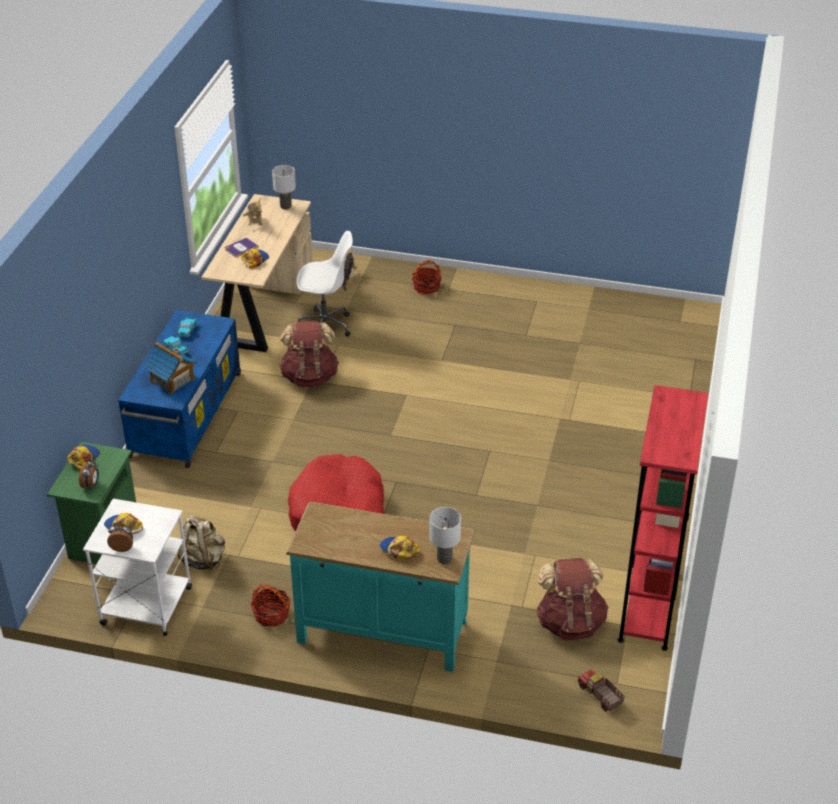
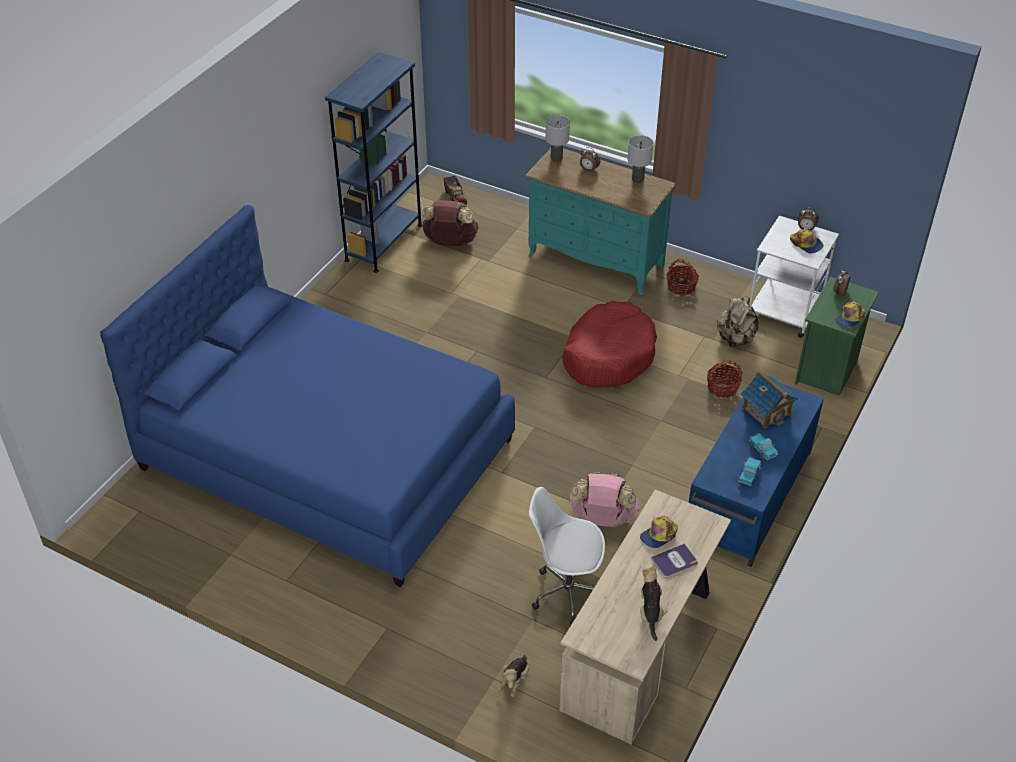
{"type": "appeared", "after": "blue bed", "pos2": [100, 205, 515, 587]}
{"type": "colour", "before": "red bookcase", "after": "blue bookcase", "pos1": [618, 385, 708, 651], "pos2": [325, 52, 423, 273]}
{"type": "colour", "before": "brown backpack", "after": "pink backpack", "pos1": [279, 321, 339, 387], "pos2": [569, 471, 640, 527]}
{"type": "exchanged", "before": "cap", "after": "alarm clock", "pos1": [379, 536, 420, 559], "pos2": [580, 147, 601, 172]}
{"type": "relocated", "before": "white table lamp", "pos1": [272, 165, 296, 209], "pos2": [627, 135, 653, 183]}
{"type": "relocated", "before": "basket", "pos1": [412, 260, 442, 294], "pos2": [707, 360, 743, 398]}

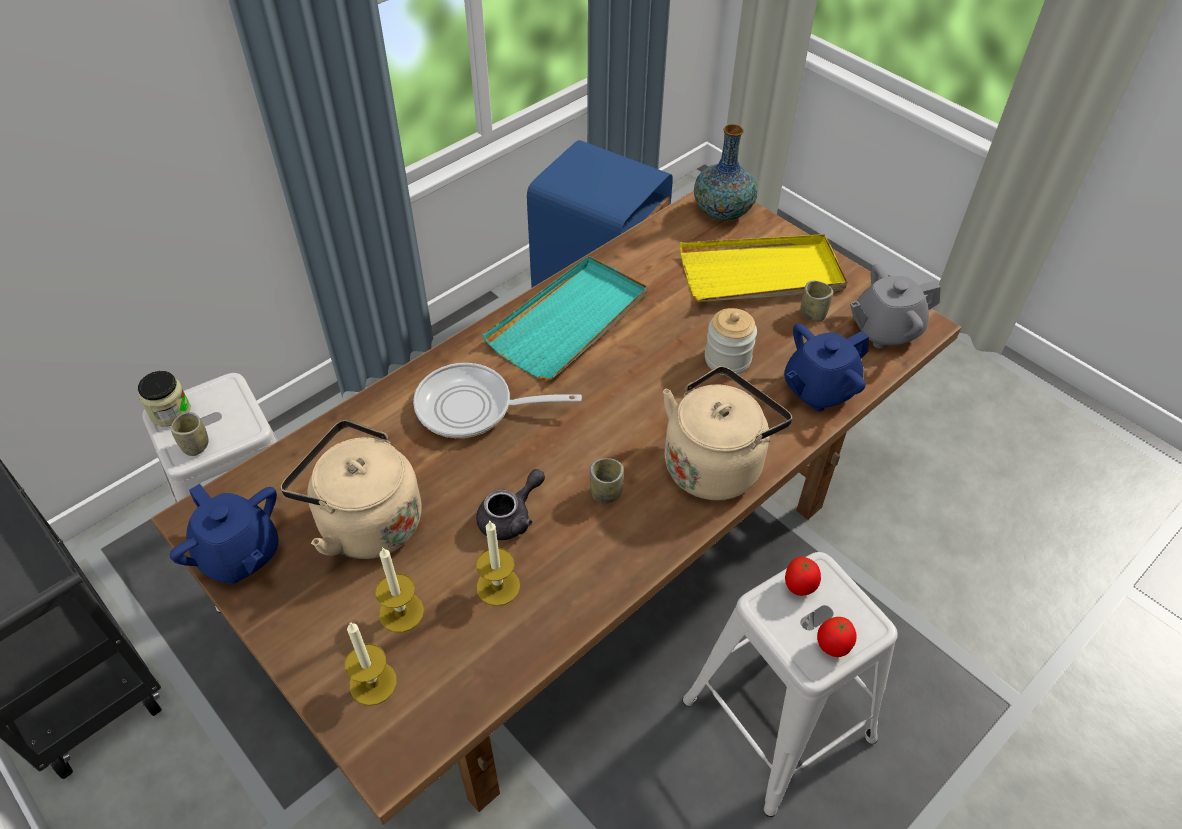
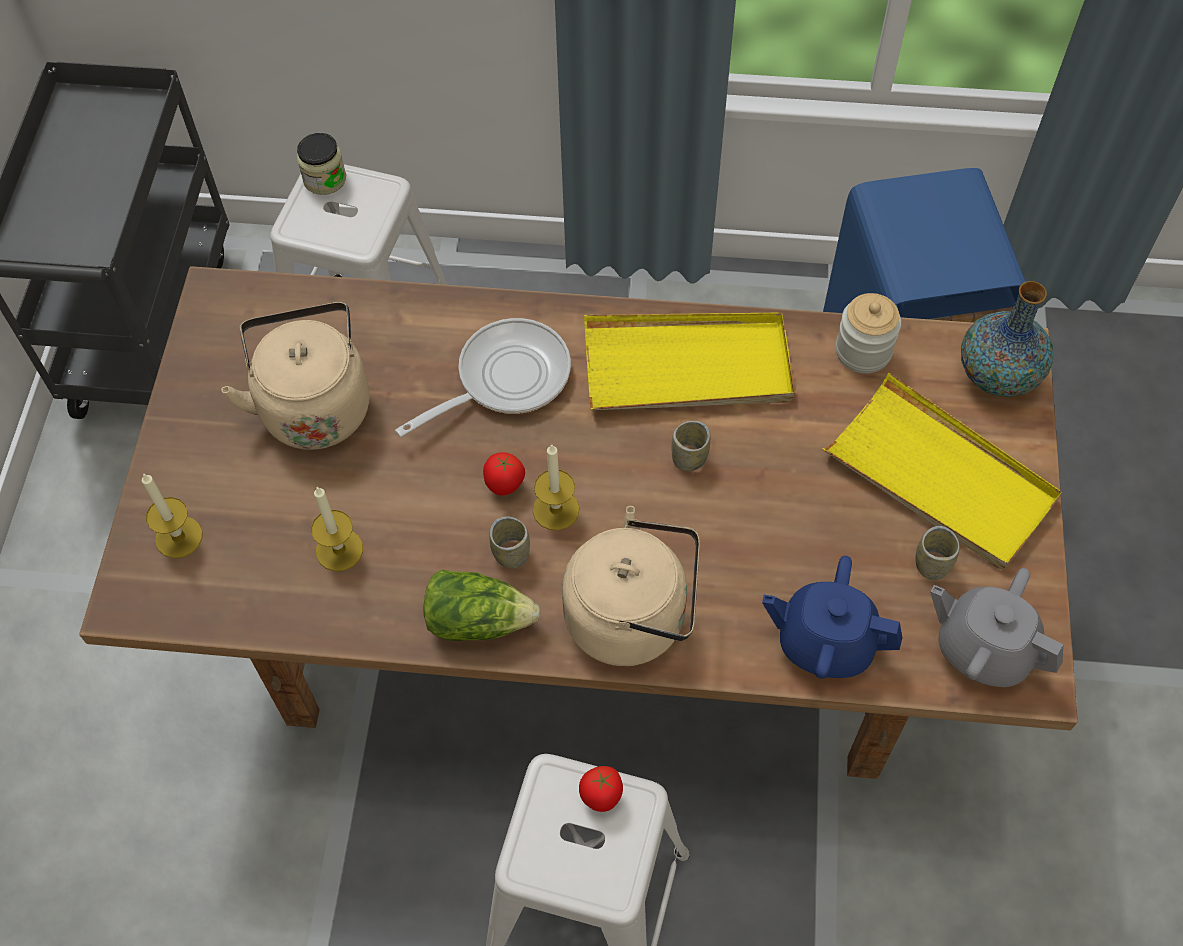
{"type": "spun", "before": "frying pan", "pos1": [413, 363, 582, 438], "pos2": [395, 318, 571, 437], "turn": 90}
{"type": "appeared", "after": "lettuce", "pos2": [424, 570, 541, 641]}
{"type": "relocated", "before": "tomato", "pos1": [817, 617, 857, 657], "pos2": [483, 452, 525, 496]}
{"type": "relocated", "before": "candle", "pos1": [375, 547, 424, 633], "pos2": [533, 443, 580, 530]}
{"type": "colour", "before": "turquoise tray", "after": "yellow tray", "pos1": [483, 256, 647, 380], "pos2": [584, 313, 795, 410]}
{"type": "relocated", "before": "cup", "pos1": [171, 412, 209, 456], "pos2": [671, 421, 710, 471]}
{"type": "relocated", "before": "jar", "pos1": [705, 308, 757, 375], "pos2": [836, 293, 901, 373]}
{"type": "missing", "before": "blue teapot", "pos1": [170, 484, 278, 584]}
{"type": "missing", "before": "grey teapot", "pos1": [476, 469, 545, 540]}

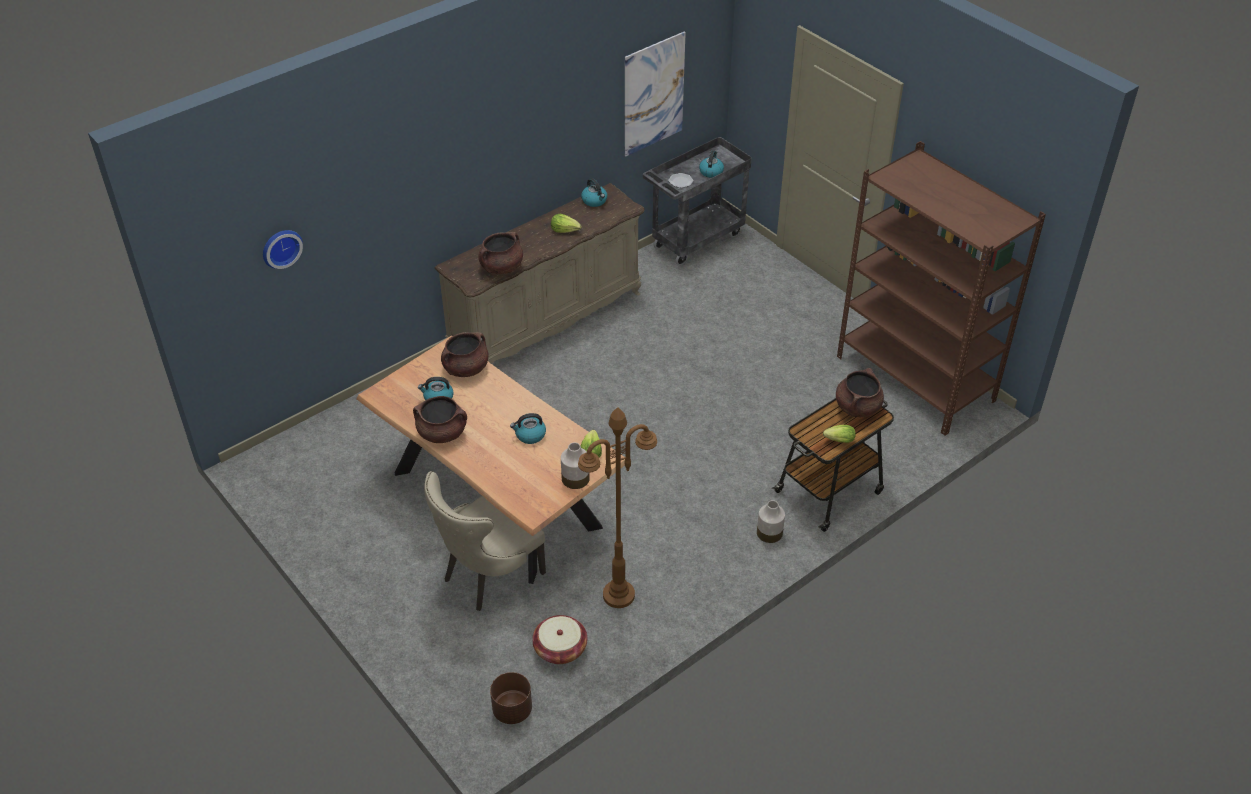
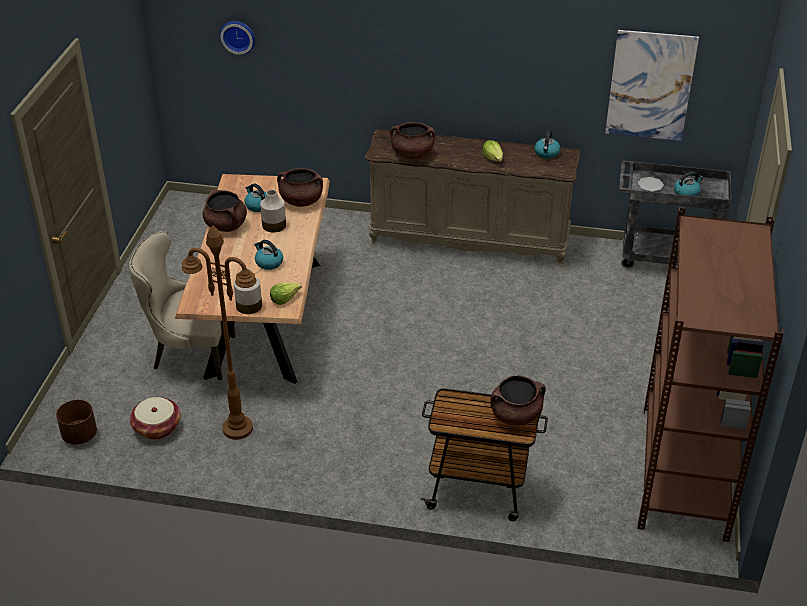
{"type": "relocated", "before": "beige vase", "pos1": [757, 500, 785, 543], "pos2": [260, 190, 286, 232]}
{"type": "missing", "before": "lettuce", "pos1": [823, 425, 856, 443]}

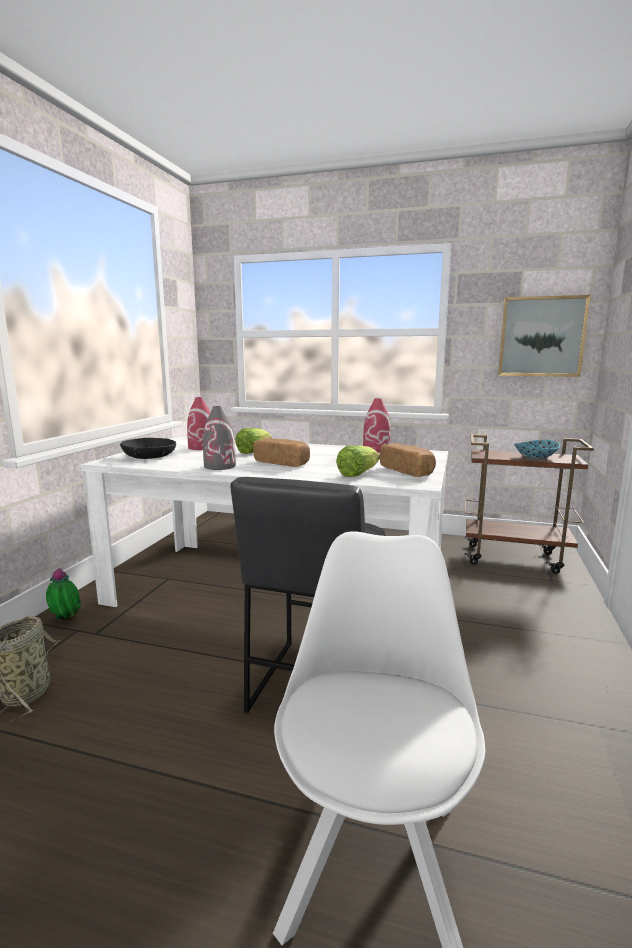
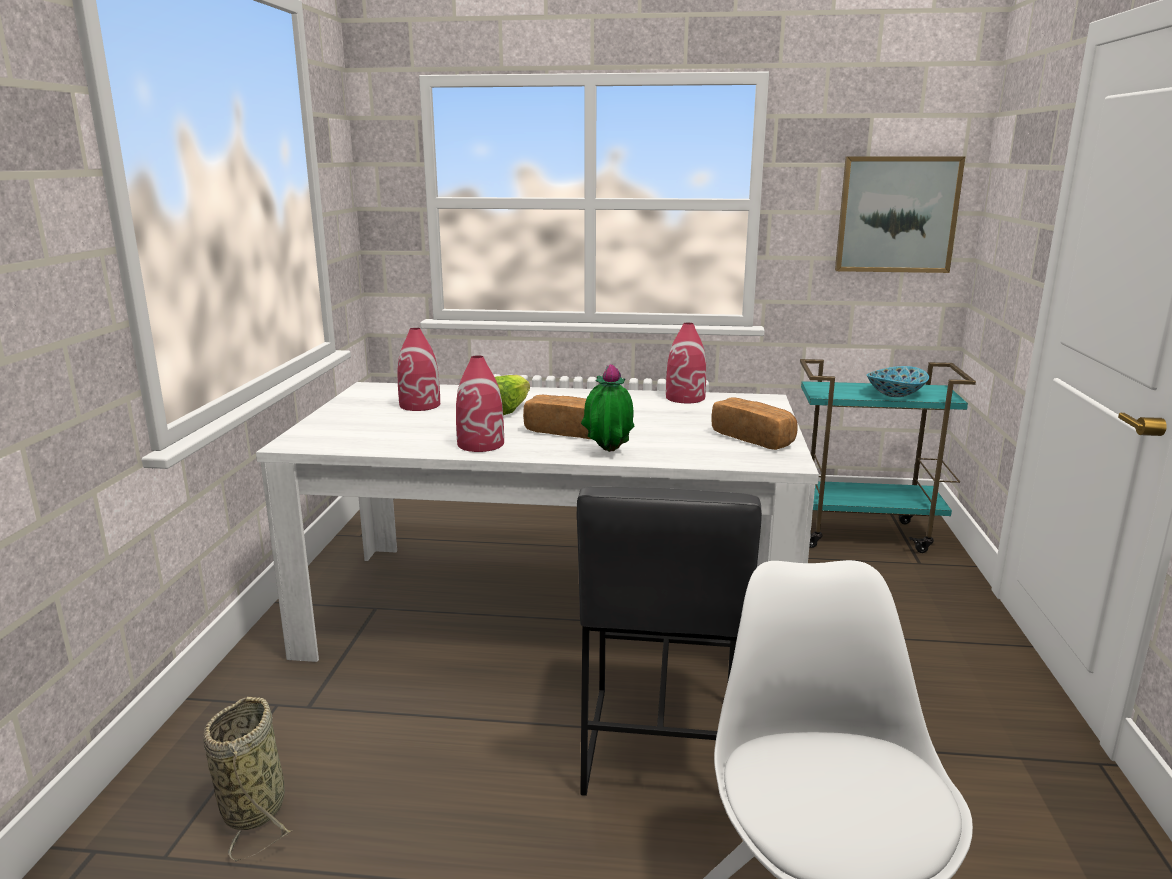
{"type": "colour", "before": "grey vase", "after": "red vase", "pos1": [203, 406, 236, 470], "pos2": [456, 355, 504, 452]}
{"type": "relocated", "before": "potted plant", "pos1": [46, 568, 81, 620], "pos2": [581, 364, 634, 452]}
{"type": "colour", "before": "brown cart", "after": "turquoise cart", "pos1": [465, 434, 594, 574], "pos2": [800, 359, 976, 553]}
{"type": "missing", "before": "black bowl", "pos1": [120, 438, 176, 459]}
{"type": "missing", "before": "lettuce", "pos1": [336, 445, 380, 477]}

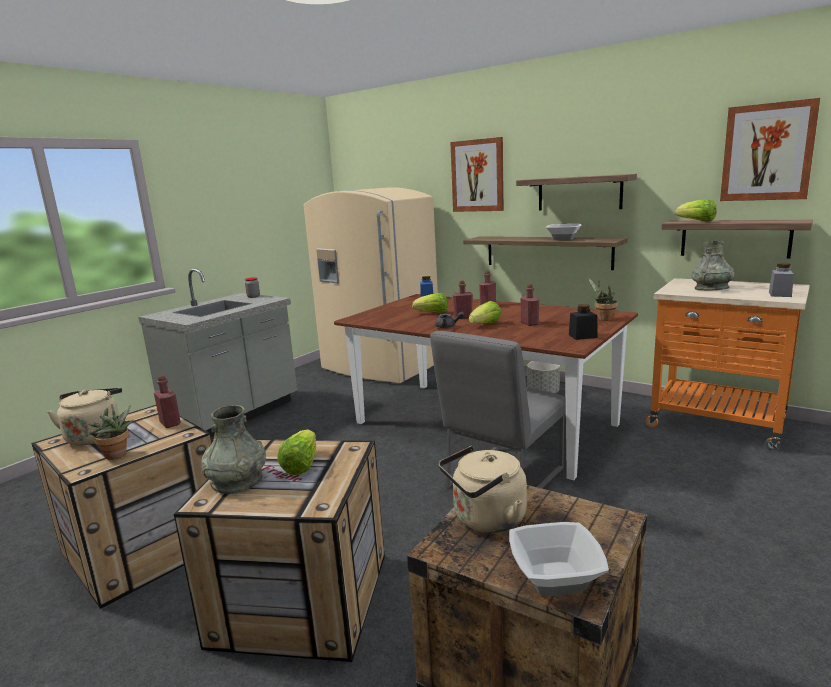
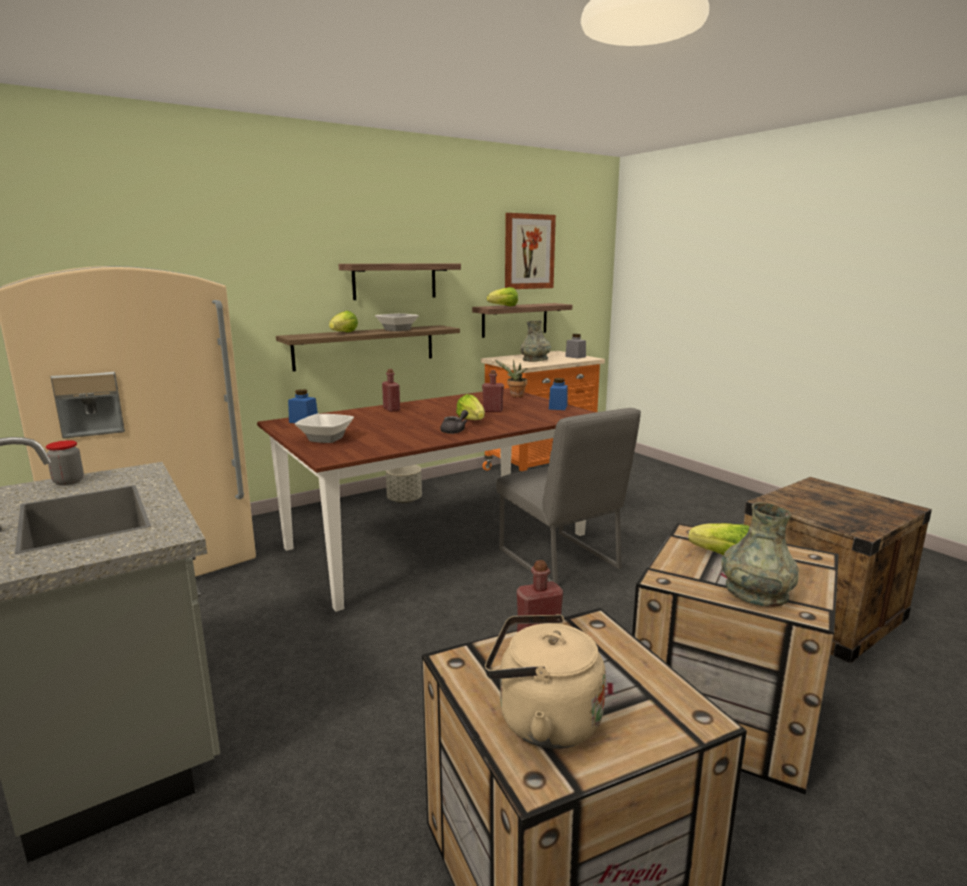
{"type": "relocated", "before": "bowl", "pos1": [509, 522, 609, 596], "pos2": [295, 414, 354, 443]}
{"type": "relocated", "before": "lettuce", "pos1": [412, 293, 447, 313], "pos2": [329, 311, 358, 333]}
{"type": "colour", "before": "black jar", "after": "blue jar", "pos1": [569, 304, 598, 340], "pos2": [549, 378, 568, 410]}
{"type": "missing", "before": "potted plant", "pos1": [89, 405, 133, 460]}
{"type": "missing", "before": "beige kettle", "pos1": [439, 446, 527, 533]}
{"type": "missing", "before": "picture", "pos1": [450, 137, 504, 212]}
{"type": "missing", "before": "red bottle", "pos1": [453, 280, 473, 319]}

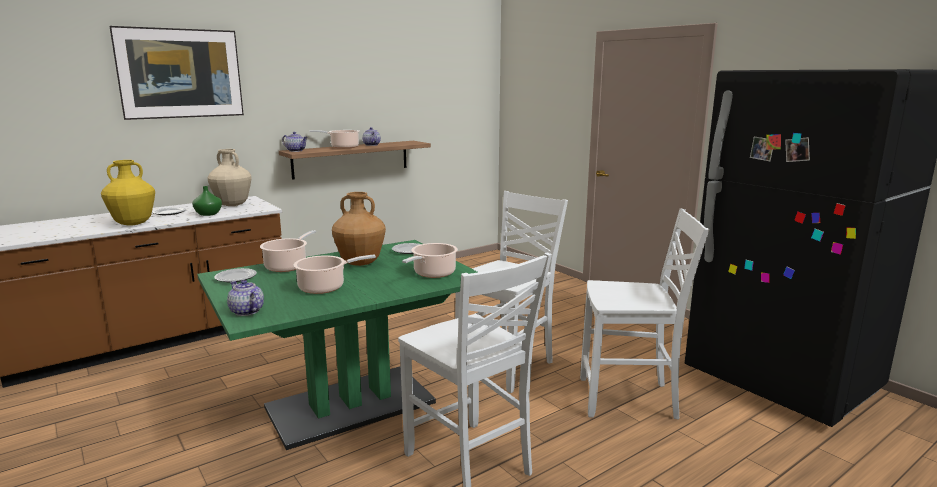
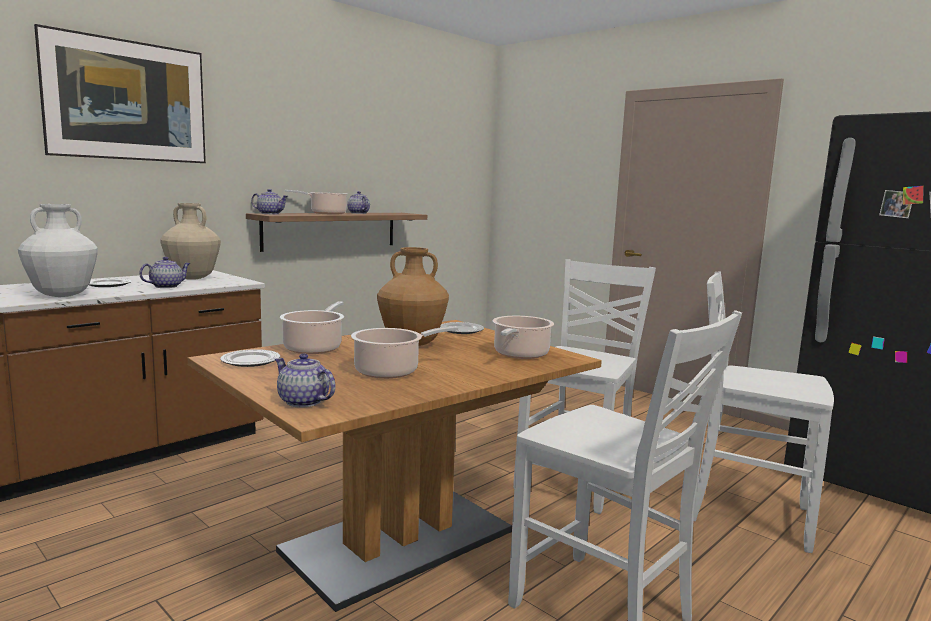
{"type": "colour", "before": "yellow vase", "after": "white vase", "pos1": [101, 160, 155, 226], "pos2": [18, 204, 98, 297]}
{"type": "exchanged", "before": "green vase", "after": "teapot", "pos1": [192, 186, 222, 216], "pos2": [139, 257, 190, 288]}
{"type": "colour", "before": "green dining table", "after": "brown dining table", "pos1": [197, 240, 478, 450], "pos2": [188, 320, 602, 612]}
{"type": "spun", "before": "white chair", "pos1": [580, 208, 709, 420], "pos2": [693, 271, 834, 553], "turn": -150}

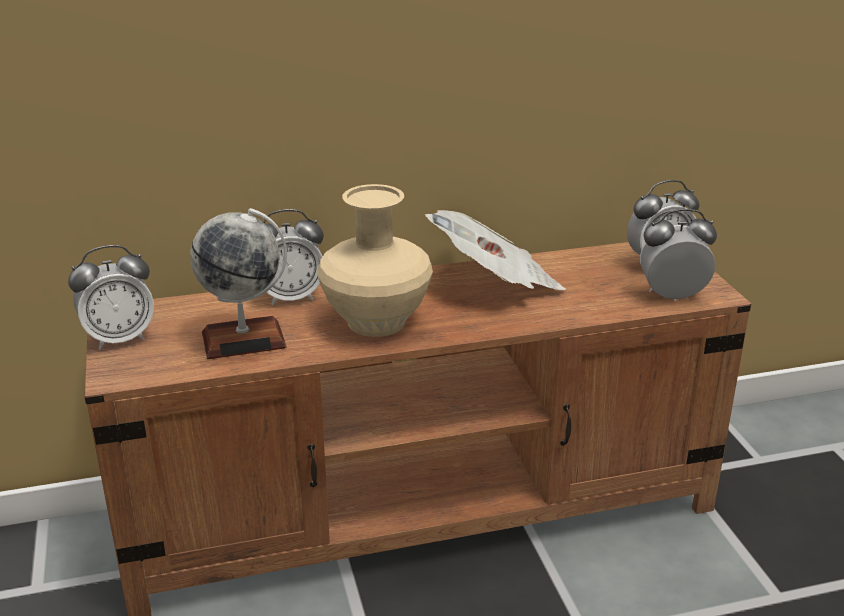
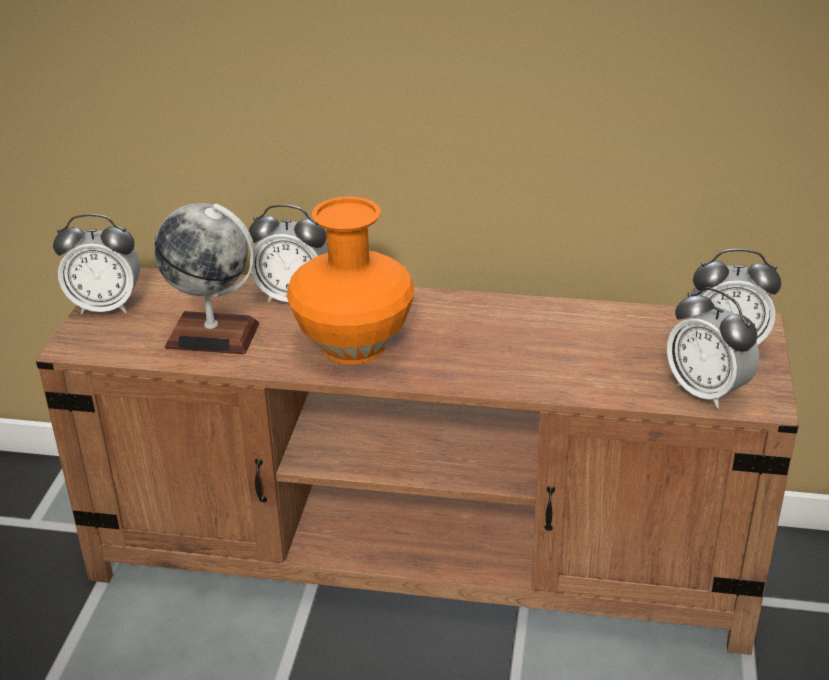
{"type": "colour", "before": "beige vase", "after": "orange vase", "pos1": [318, 184, 433, 337], "pos2": [286, 197, 414, 364]}
{"type": "spun", "before": "alarm clock", "pos1": [640, 209, 717, 301], "pos2": [667, 287, 760, 409], "turn": -150}
{"type": "missing", "before": "newspaper", "pos1": [425, 210, 566, 290]}

